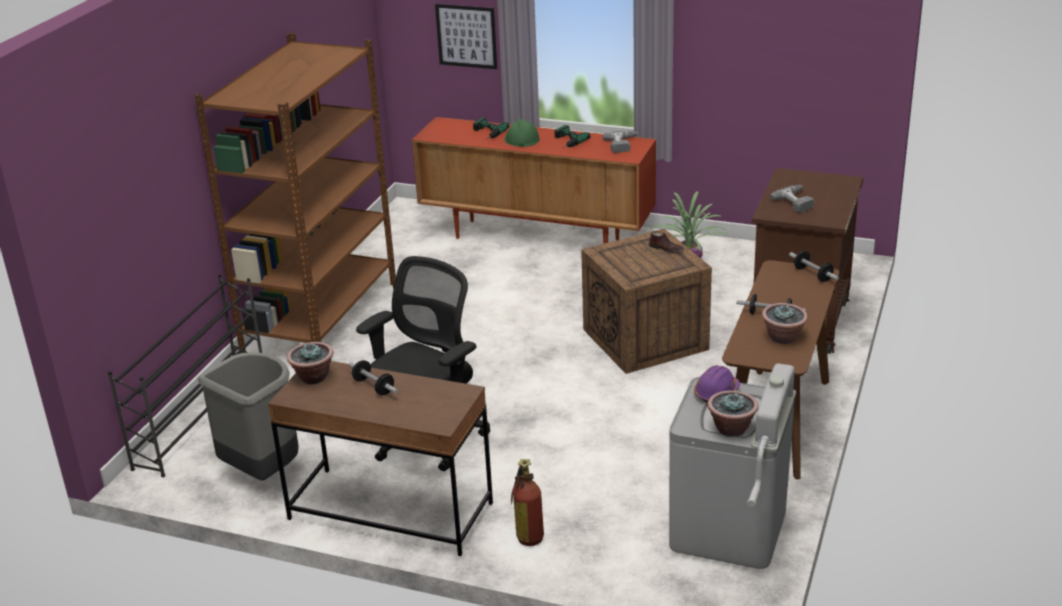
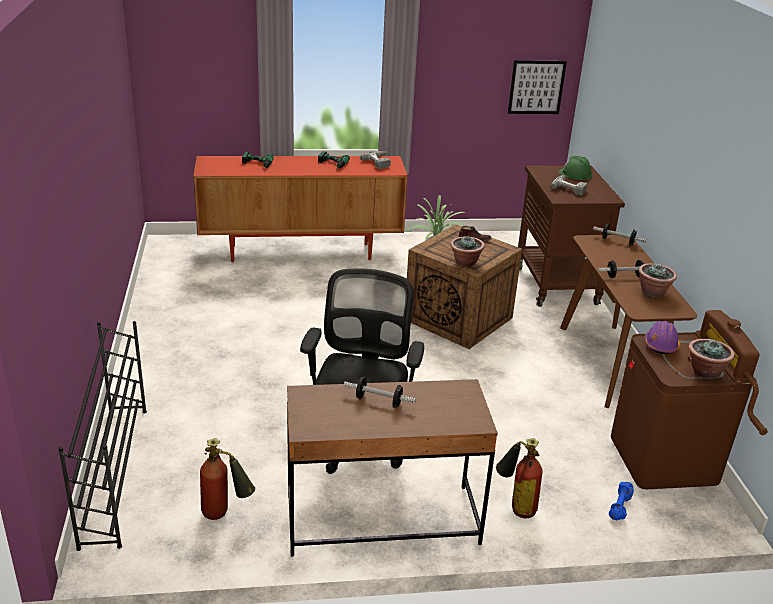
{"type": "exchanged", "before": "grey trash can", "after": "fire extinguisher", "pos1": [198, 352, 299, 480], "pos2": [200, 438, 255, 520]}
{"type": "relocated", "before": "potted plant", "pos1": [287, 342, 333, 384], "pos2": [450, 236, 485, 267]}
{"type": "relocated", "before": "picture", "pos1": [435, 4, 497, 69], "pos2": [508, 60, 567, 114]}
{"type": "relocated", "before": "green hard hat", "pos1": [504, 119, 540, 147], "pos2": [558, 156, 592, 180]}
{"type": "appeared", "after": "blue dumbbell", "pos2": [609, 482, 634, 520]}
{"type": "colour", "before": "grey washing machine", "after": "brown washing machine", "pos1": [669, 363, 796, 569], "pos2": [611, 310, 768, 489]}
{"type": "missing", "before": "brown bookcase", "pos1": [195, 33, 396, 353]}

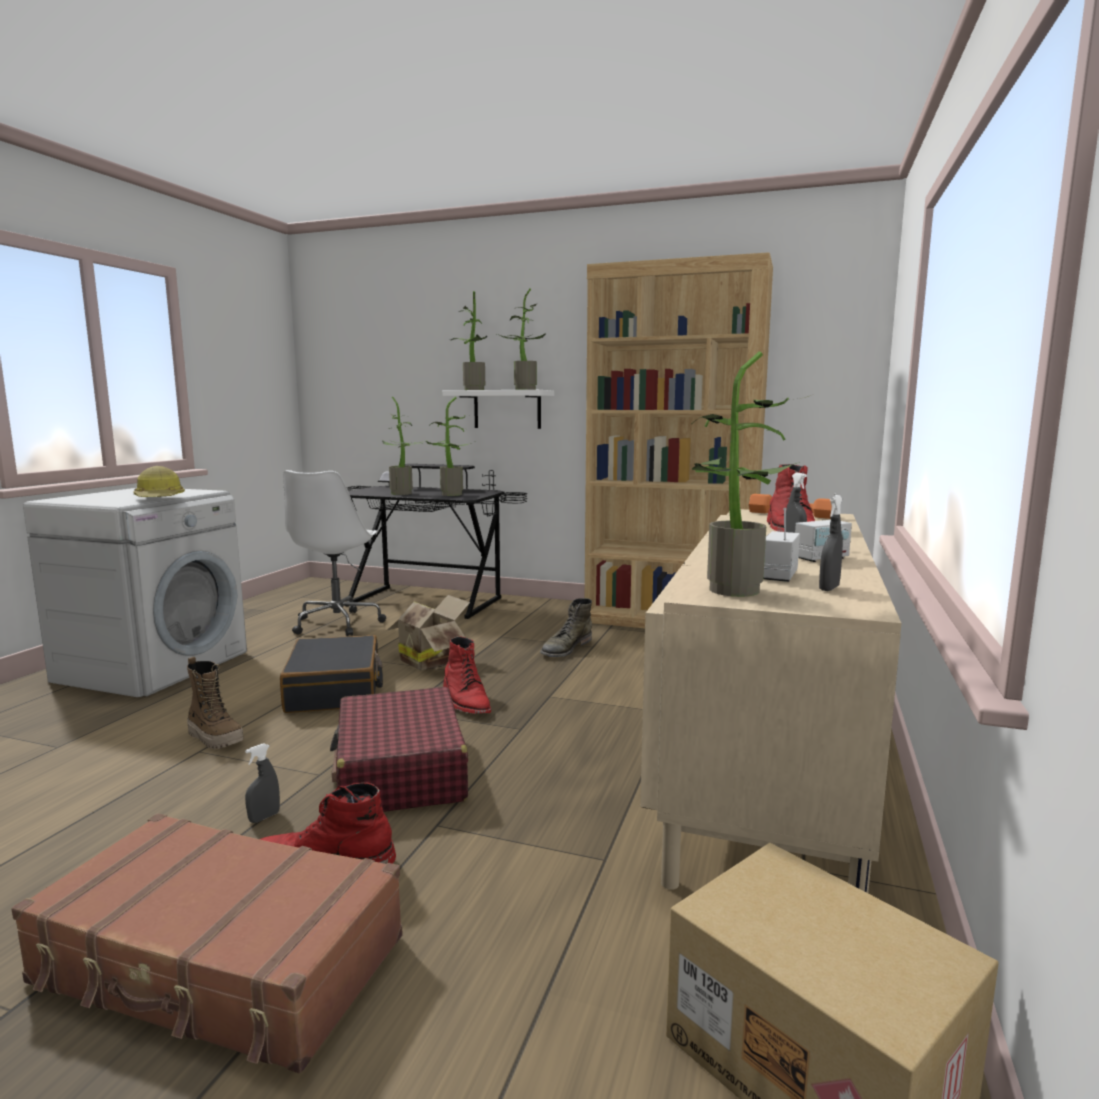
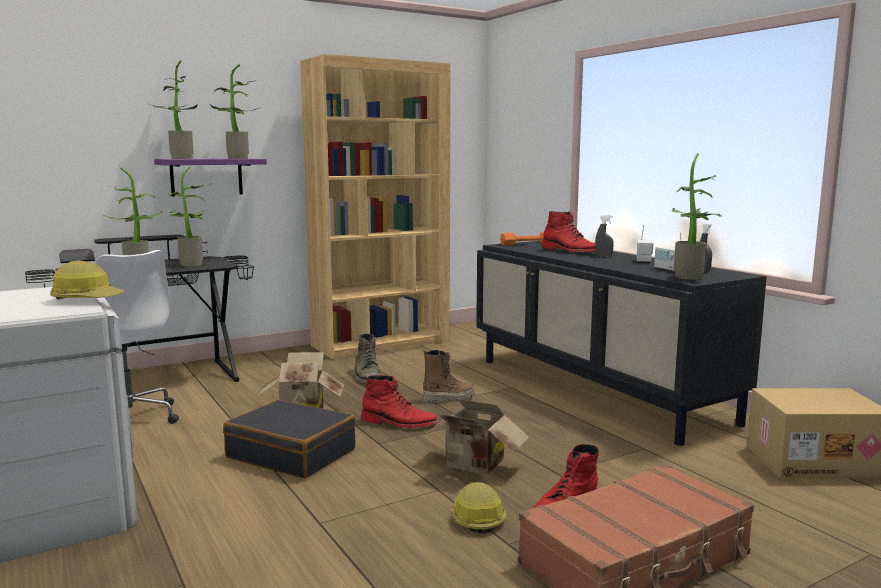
{"type": "colour", "before": "white shelf", "after": "purple shelf", "pos1": [442, 390, 554, 429], "pos2": [154, 159, 267, 197]}
{"type": "relocated", "before": "boot", "pos1": [187, 657, 244, 749], "pos2": [423, 350, 475, 403]}
{"type": "exchanged", "before": "red suitcase", "after": "cardboard box", "pos1": [330, 687, 468, 812], "pos2": [424, 398, 529, 475]}
{"type": "exchanged", "before": "grey spray bottle", "after": "hard hat", "pos1": [245, 743, 280, 823], "pos2": [452, 482, 507, 534]}
{"type": "colour", "before": "beige cabinet", "after": "black cabinet", "pos1": [640, 509, 901, 893], "pos2": [476, 241, 767, 446]}

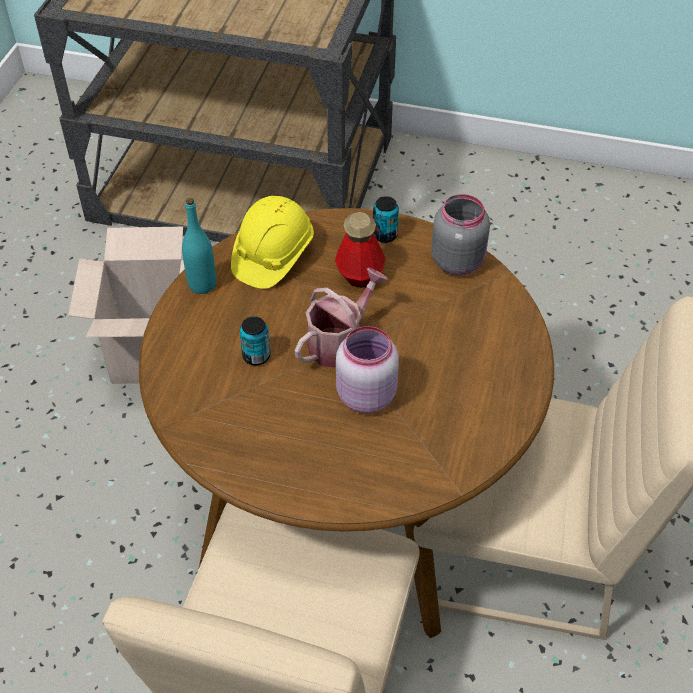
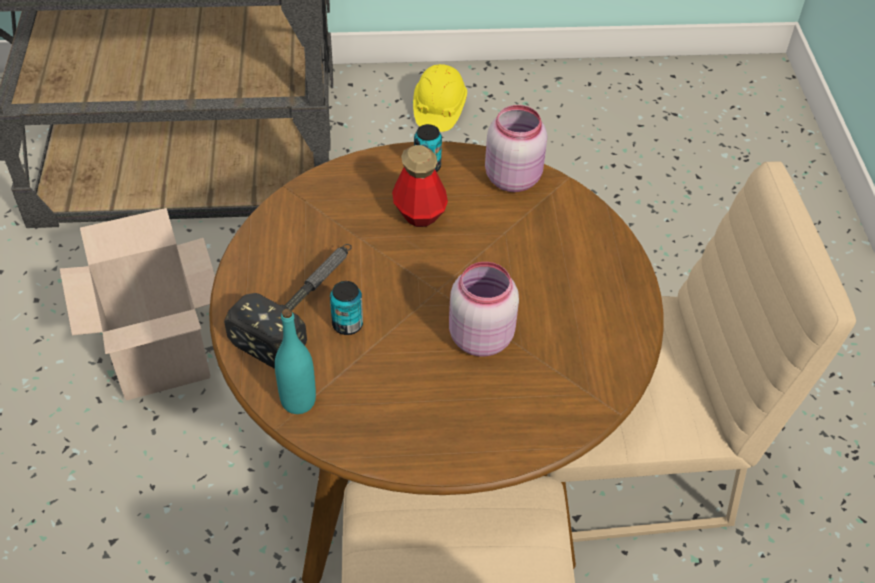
{"type": "appeared", "after": "hammer", "pos2": [224, 244, 352, 368]}
{"type": "relocated", "before": "turquoise bottle", "pos1": [182, 198, 216, 294], "pos2": [275, 309, 316, 414]}
{"type": "relocated", "before": "yellow hard hat", "pos1": [231, 196, 314, 289], "pos2": [413, 64, 467, 132]}
{"type": "colour", "before": "grey jar", "after": "pink jar", "pos1": [431, 194, 490, 275], "pos2": [485, 105, 547, 192]}
{"type": "missing", "before": "watering can", "pos1": [294, 268, 388, 368]}

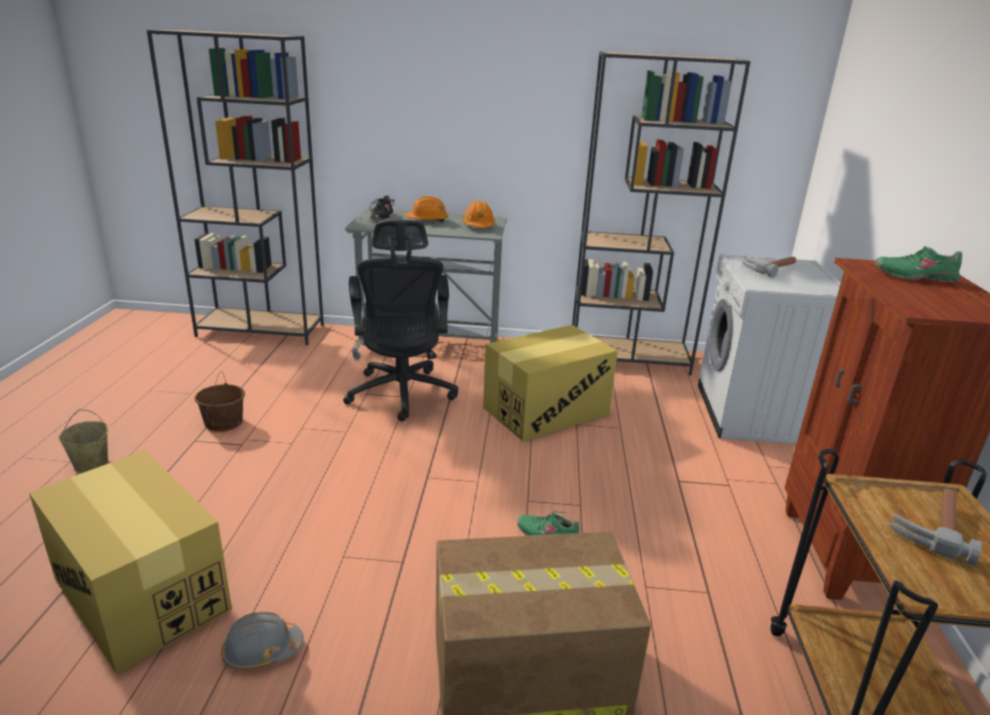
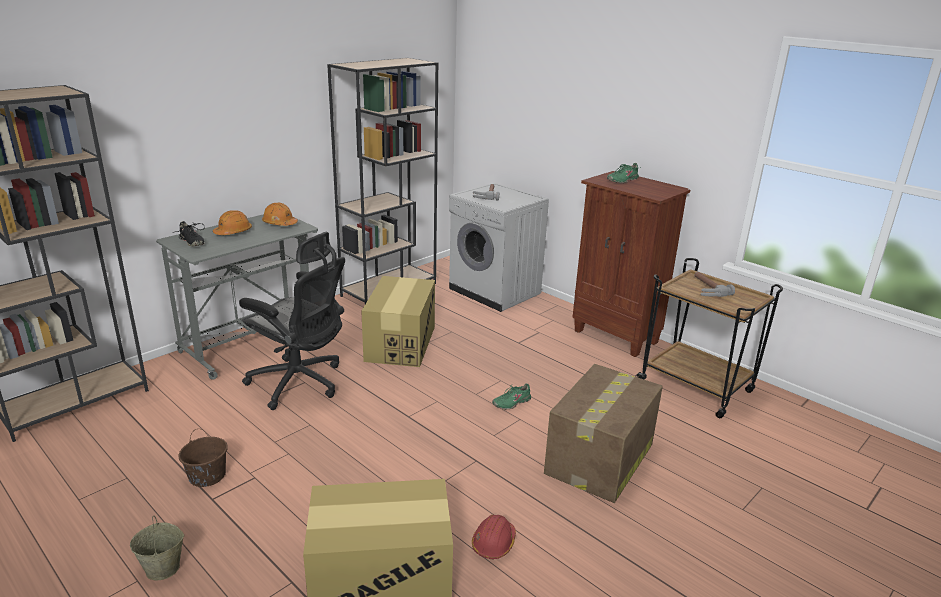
{"type": "colour", "before": "grey hard hat", "after": "red hard hat", "pos1": [221, 612, 304, 670], "pos2": [472, 515, 516, 559]}

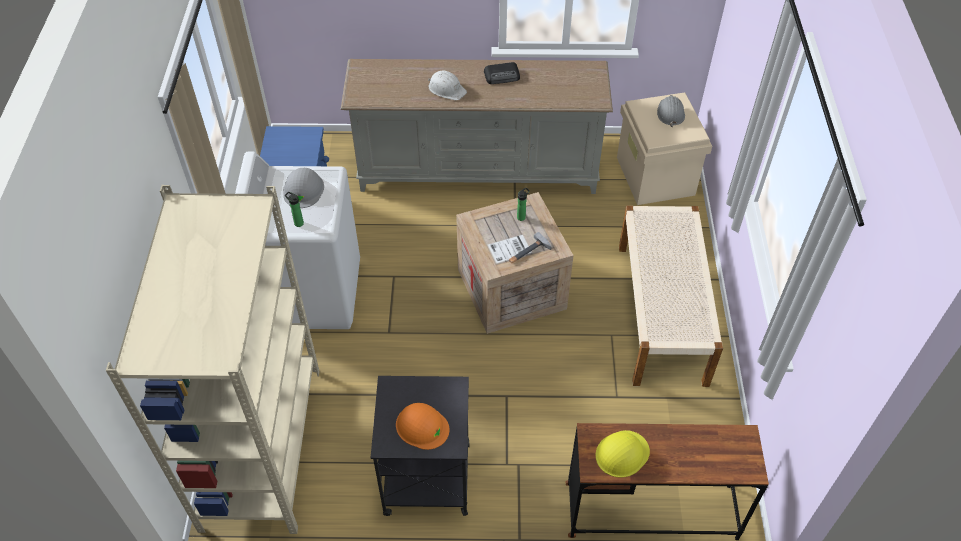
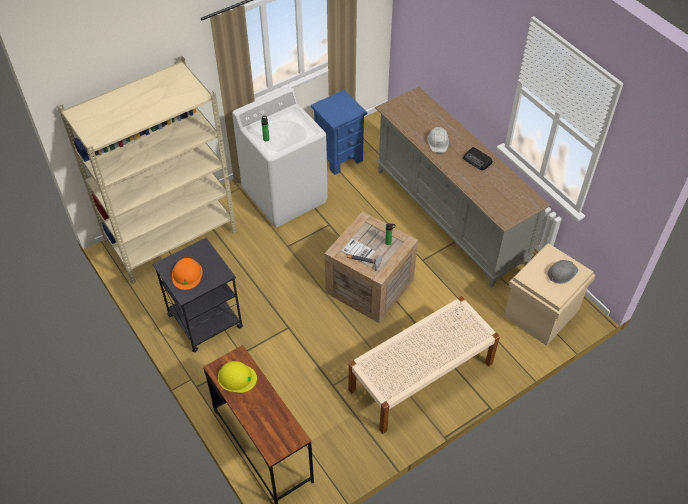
{"type": "missing", "before": "grey hard hat", "pos1": [284, 168, 324, 208]}

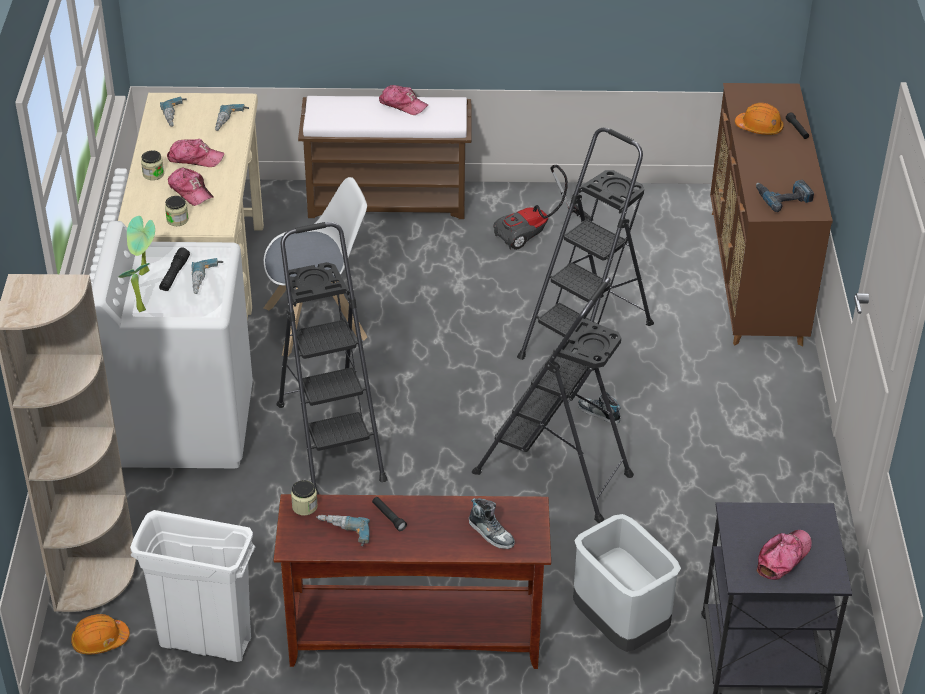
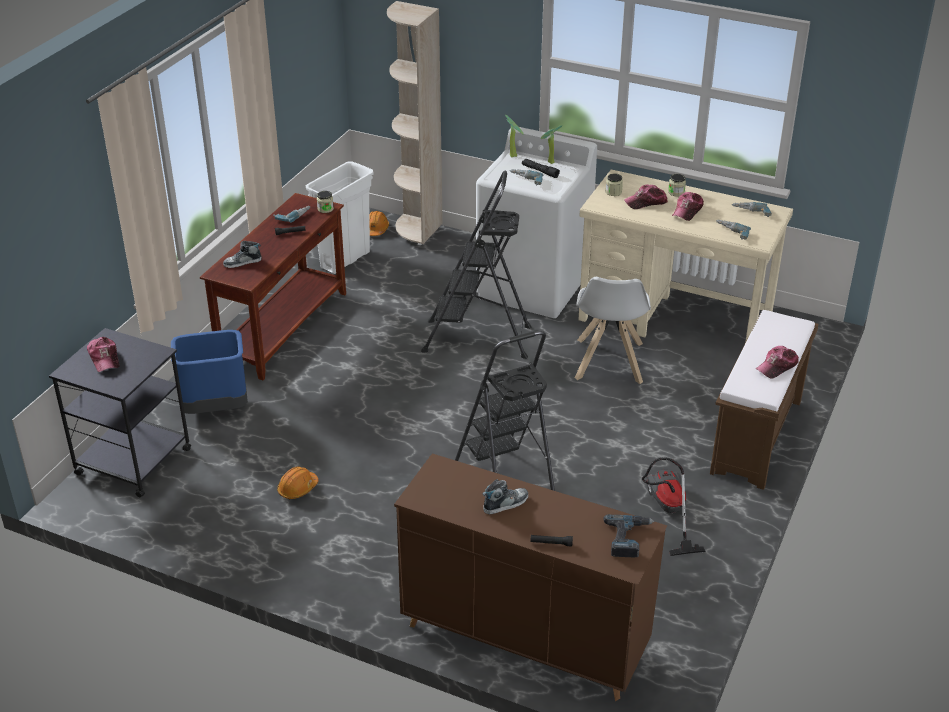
{"type": "colour", "before": "grey trash can", "after": "blue trash can", "pos1": [573, 514, 681, 652], "pos2": [171, 330, 248, 414]}
{"type": "relocated", "before": "orange hard hat", "pos1": [735, 103, 784, 135], "pos2": [277, 466, 319, 499]}
{"type": "relocated", "before": "shoe", "pos1": [578, 392, 621, 424], "pos2": [483, 479, 529, 514]}
{"type": "relocated", "before": "power drill", "pos1": [756, 180, 814, 212], "pos2": [603, 514, 655, 558]}
{"type": "missing", "before": "step ladder", "pos1": [472, 277, 634, 523]}

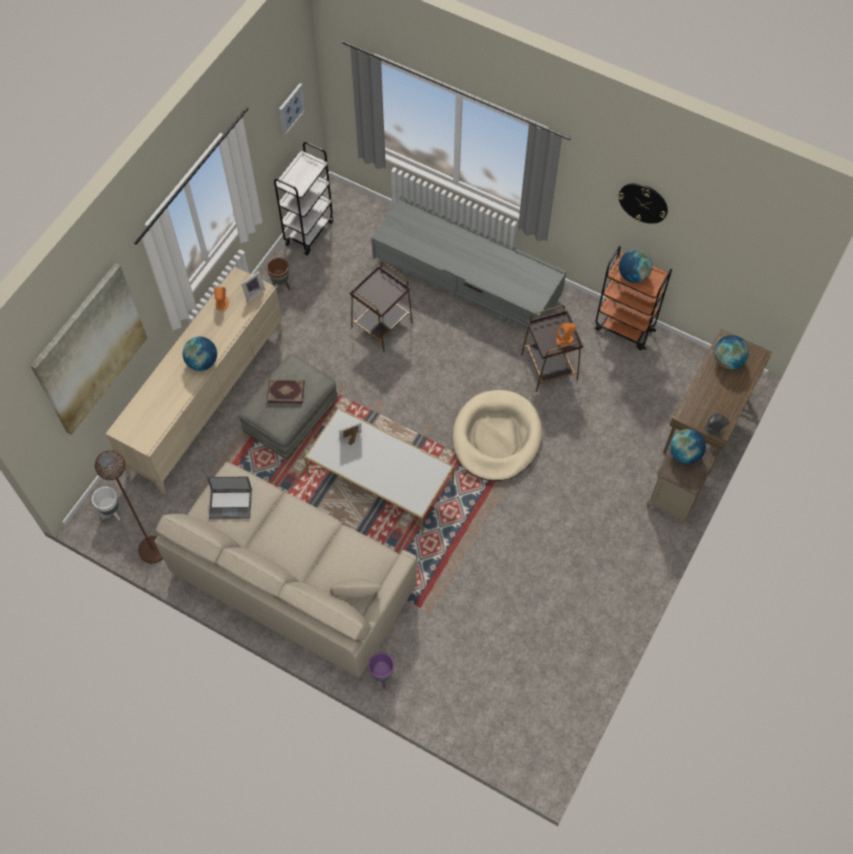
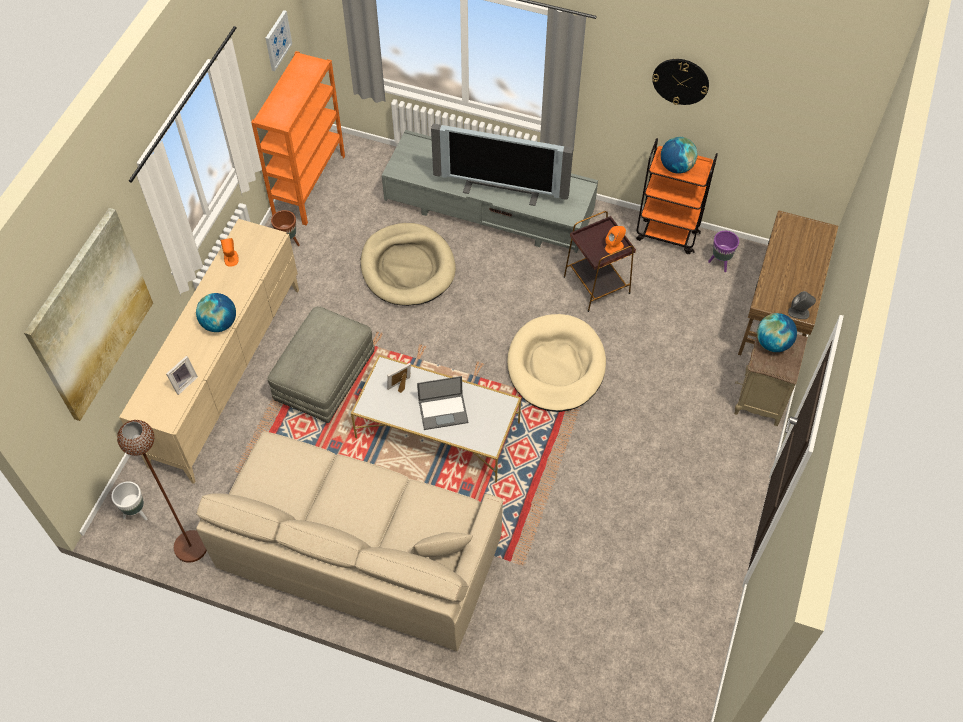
{"type": "relocated", "before": "picture frame", "pos1": [241, 271, 265, 302], "pos2": [166, 356, 198, 395]}
{"type": "exchanged", "before": "white cart", "after": "orange bookcase", "pos1": [274, 142, 333, 255], "pos2": [251, 51, 345, 225]}
{"type": "exchanged", "before": "brown side table", "after": "beige dog bed", "pos1": [350, 262, 413, 351], "pos2": [360, 223, 456, 306]}
{"type": "relocated", "before": "laptop", "pos1": [207, 477, 252, 519], "pos2": [417, 376, 468, 430]}
{"type": "appeared", "after": "television", "pos2": [431, 124, 573, 206]}
{"type": "relocated", "before": "purple planter", "pos1": [368, 652, 394, 689], "pos2": [708, 231, 739, 272]}
{"type": "missing", "before": "book", "pos1": [267, 379, 304, 404]}
{"type": "missing", "before": "globe", "pos1": [714, 335, 749, 369]}

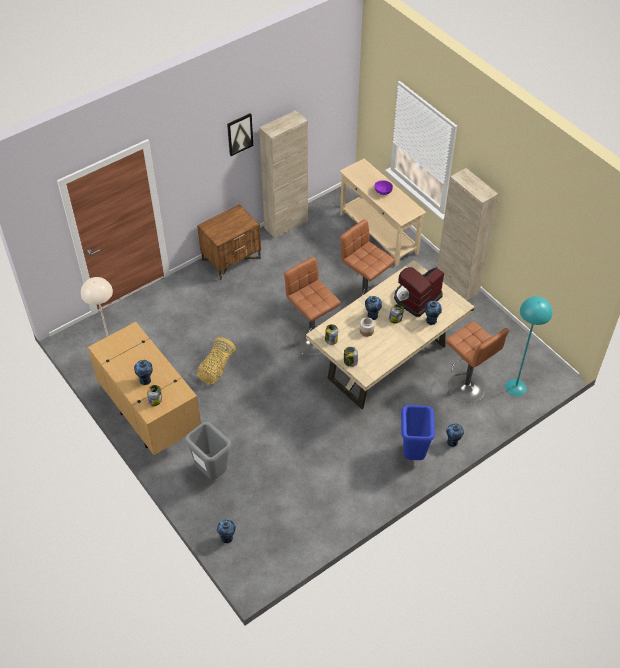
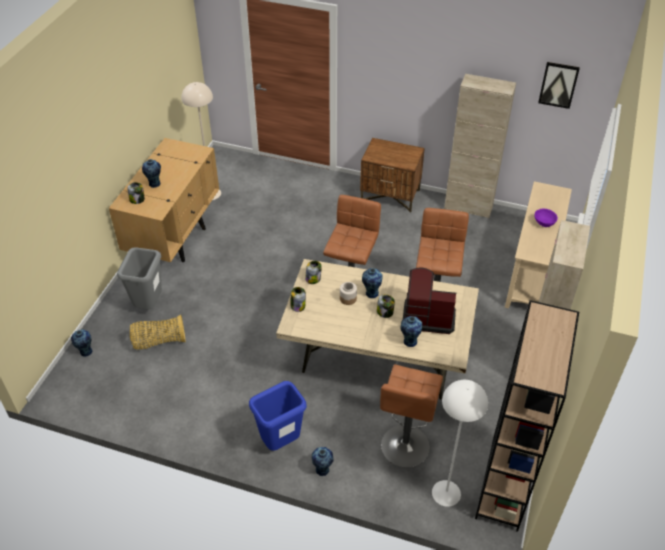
{"type": "relocated", "before": "basket", "pos1": [197, 337, 236, 384], "pos2": [130, 315, 186, 349]}
{"type": "colour", "before": "turquoise floor lamp", "after": "white floor lamp", "pos1": [505, 296, 552, 397], "pos2": [432, 380, 488, 507]}
{"type": "appeared", "after": "beige bookcase", "pos2": [475, 300, 579, 532]}
{"type": "relocated", "before": "picture", "pos1": [227, 113, 253, 156], "pos2": [538, 62, 580, 109]}

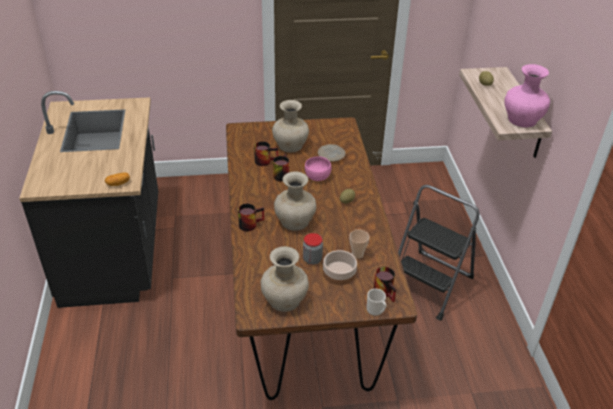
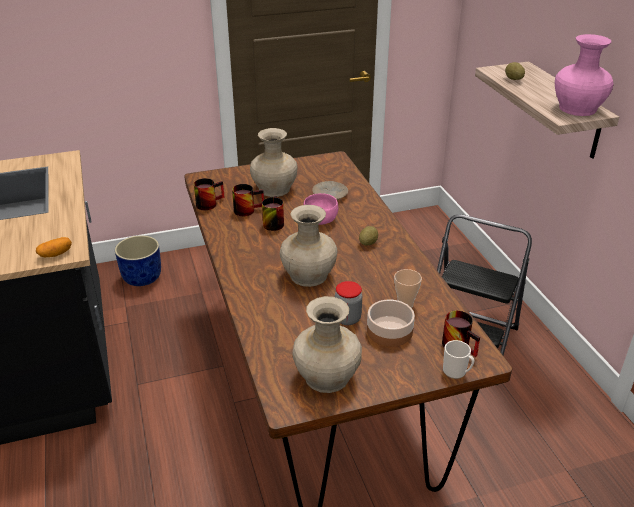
{"type": "appeared", "after": "blue planter", "pos2": [115, 235, 161, 286]}
{"type": "relocated", "before": "mug", "pos1": [238, 204, 264, 231], "pos2": [194, 178, 224, 210]}

